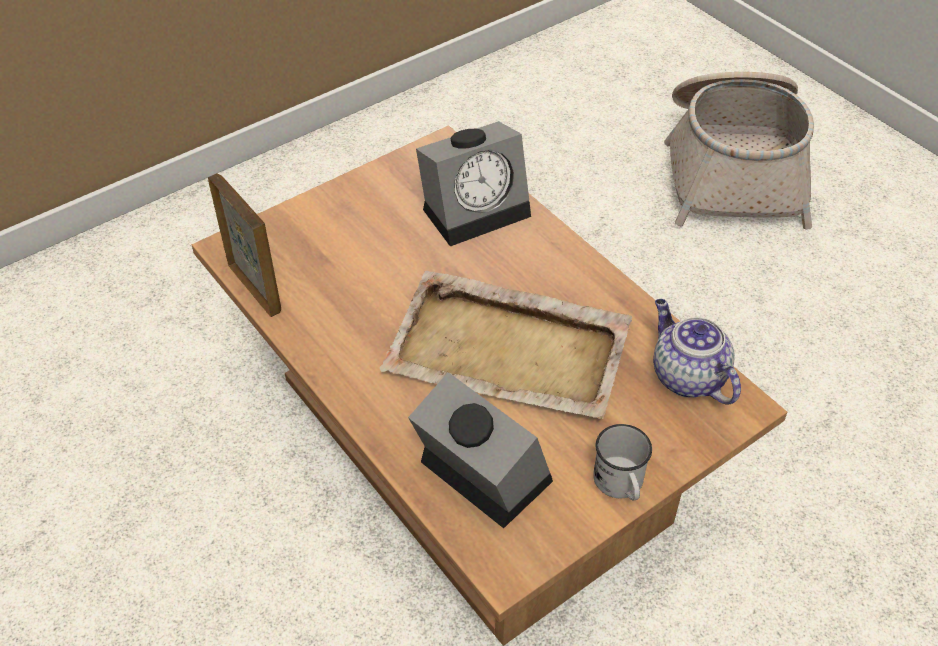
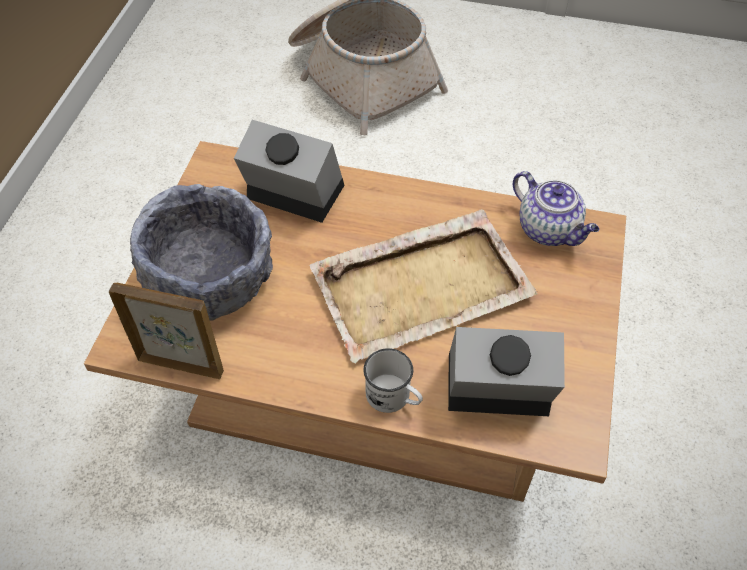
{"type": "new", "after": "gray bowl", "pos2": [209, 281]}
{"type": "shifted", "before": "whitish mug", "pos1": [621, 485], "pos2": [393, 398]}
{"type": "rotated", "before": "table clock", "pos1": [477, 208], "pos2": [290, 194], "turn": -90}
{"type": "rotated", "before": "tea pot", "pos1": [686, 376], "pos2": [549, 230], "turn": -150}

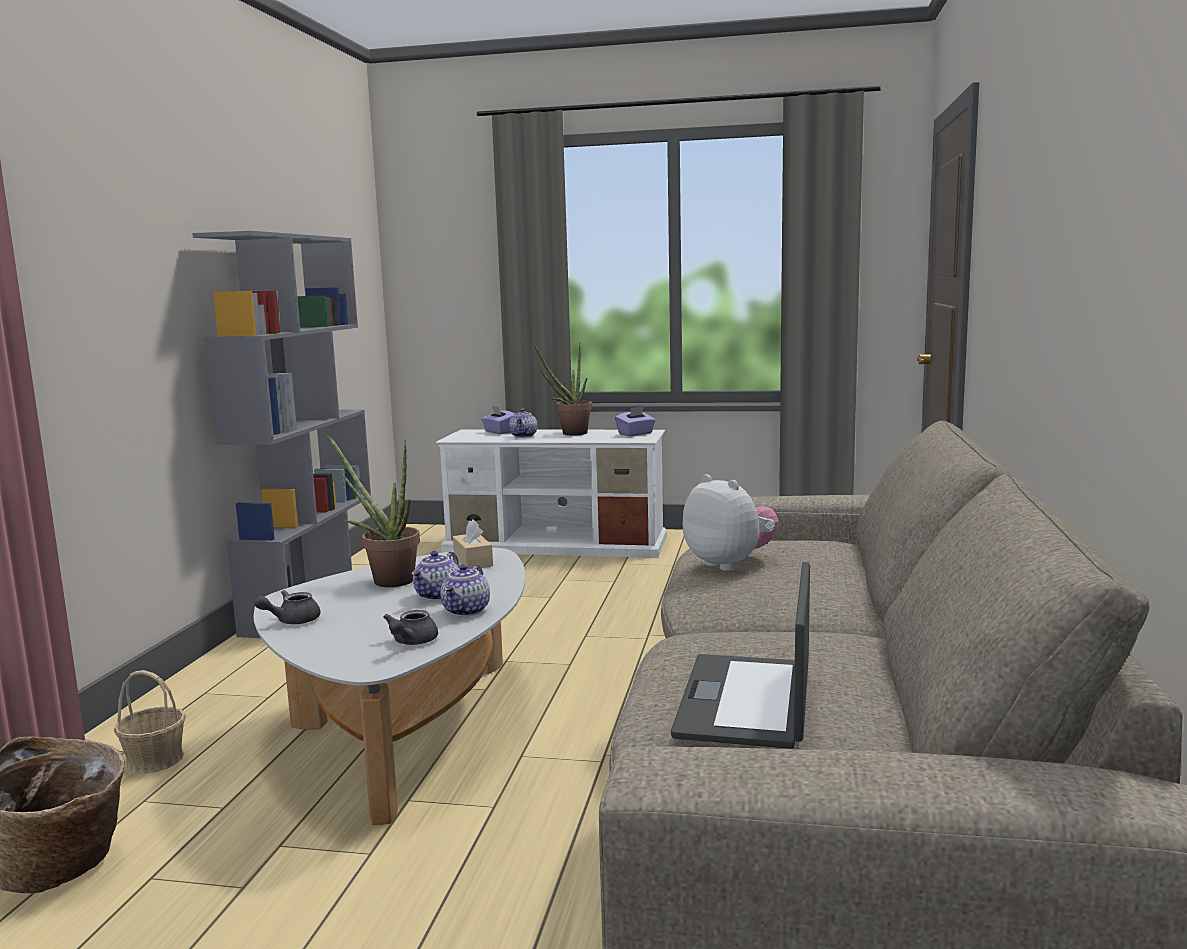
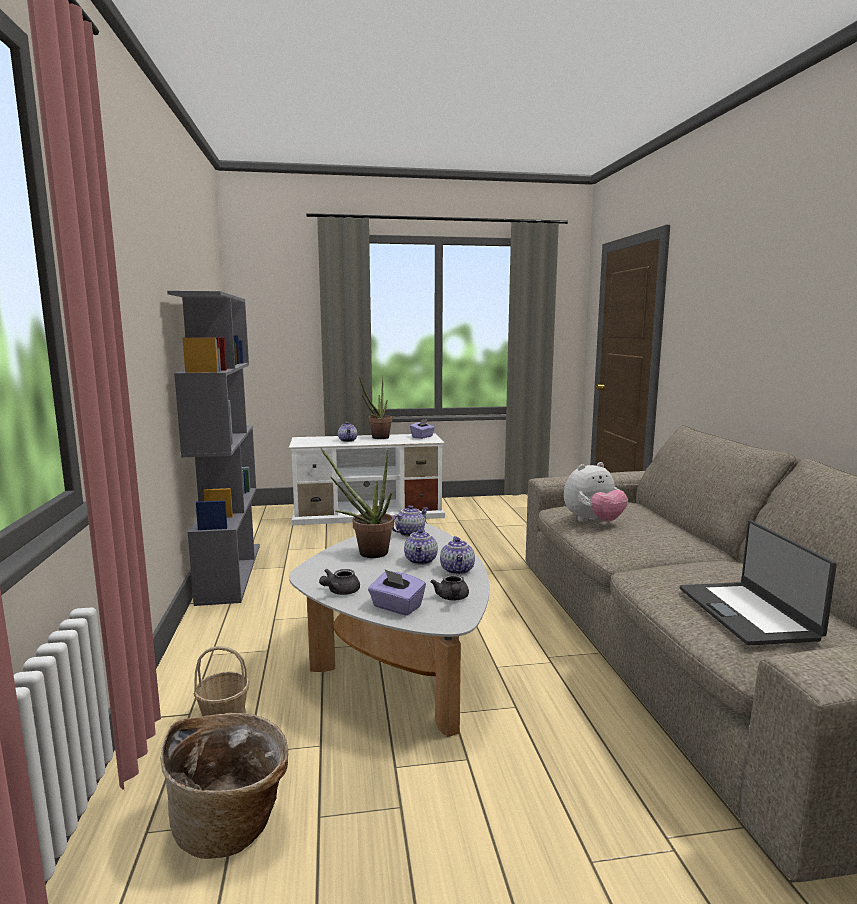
{"type": "shifted", "before": "purple-coloured tissue box", "pos1": [499, 432], "pos2": [396, 607]}
{"type": "swapped", "before": "sand-coloured tissue box", "after": "tea pot", "pos1": [473, 561], "pos2": [410, 533]}
{"type": "rotated", "before": "soft toy", "pos1": [729, 564], "pos2": [593, 522], "turn": 120}

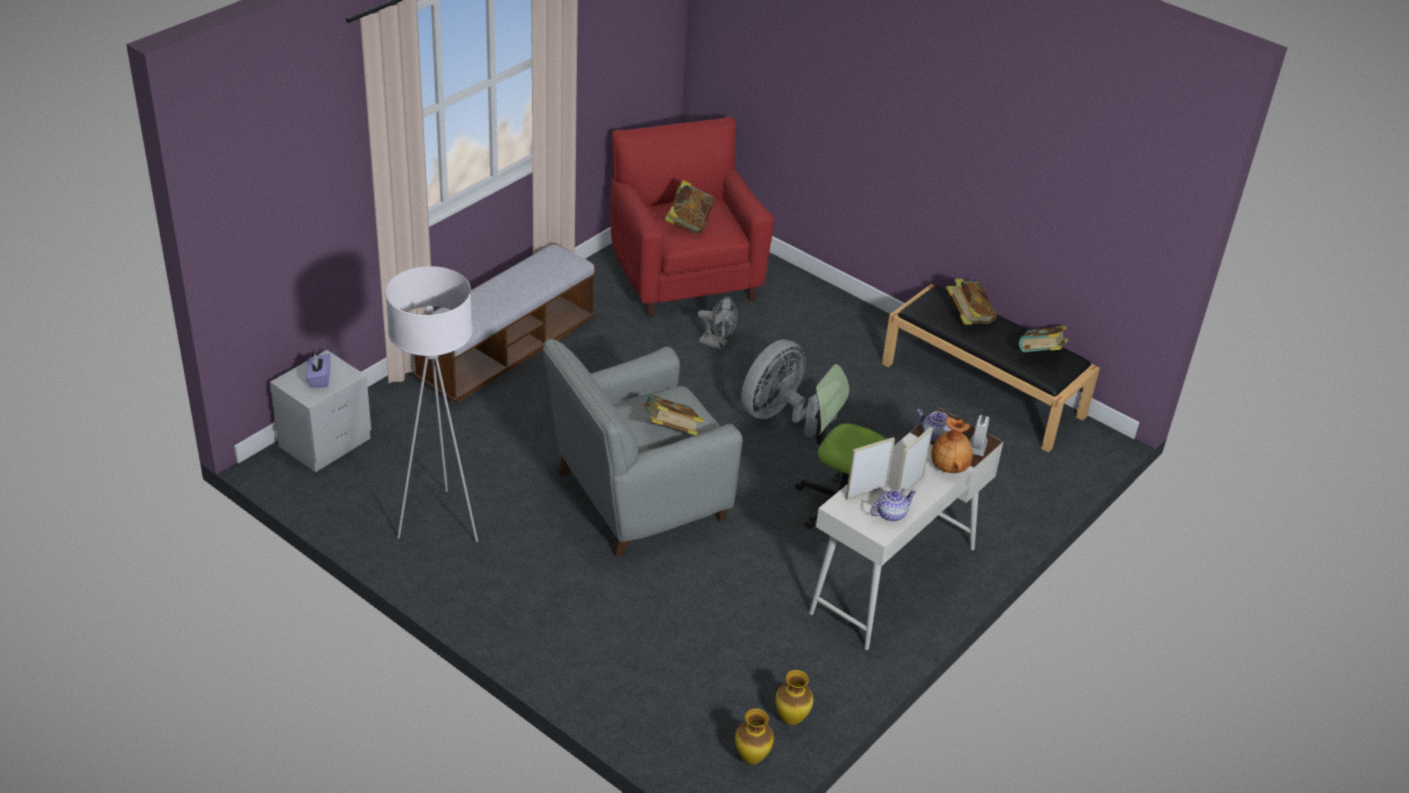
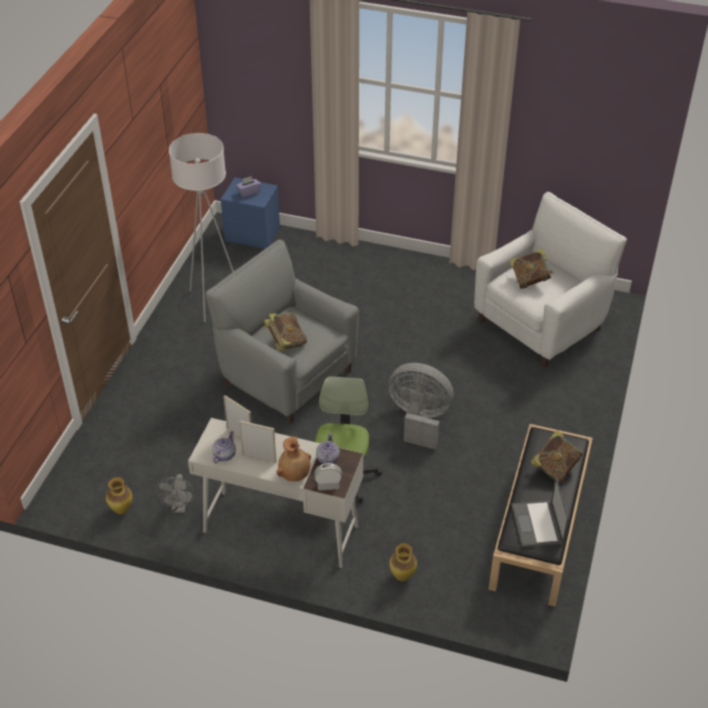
{"type": "gone", "before": "indoor bench", "pos1": [507, 351]}
{"type": "shifted", "before": "gray cooling fan", "pos1": [717, 344], "pos2": [179, 507]}
{"type": "shifted", "before": "vase", "pos1": [751, 758], "pos2": [402, 576]}
{"type": "swapped", "before": "book", "after": "portable computer", "pos1": [1040, 356], "pos2": [537, 525]}
{"type": "repainted", "before": "gray bedside table", "after": "blue bedside table", "pos1": [325, 443], "pos2": [252, 234]}
{"type": "repainted", "before": "red-coloured easy chair", "after": "whitish easy chair", "pos1": [684, 276], "pos2": [541, 324]}
{"type": "rotated", "before": "tea pot", "pos1": [890, 514], "pos2": [224, 455], "turn": -105}

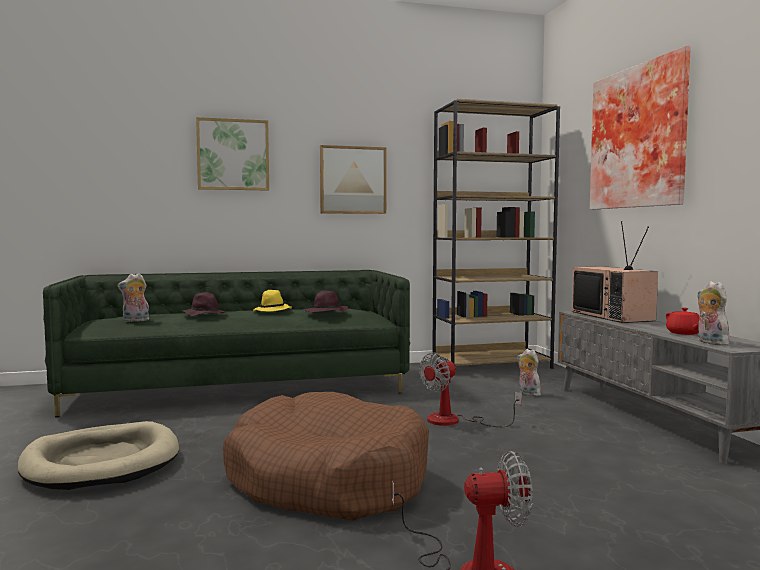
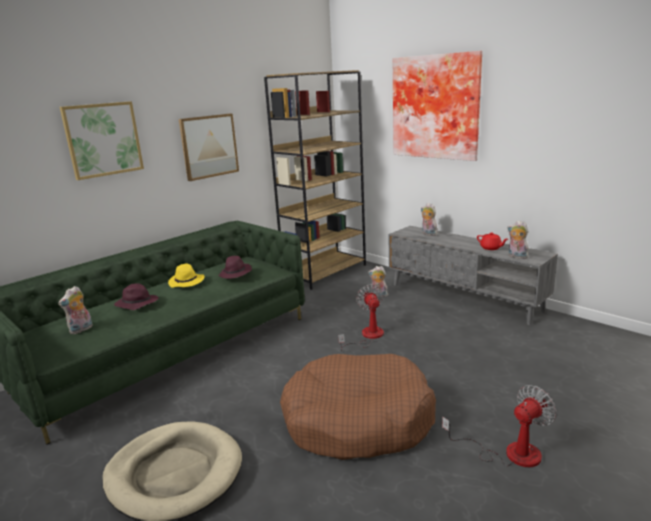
{"type": "swapped", "before": "TV set", "after": "soft toy", "pos1": [614, 316], "pos2": [428, 234]}
{"type": "rotated", "before": "cooling fan", "pos1": [455, 421], "pos2": [367, 336], "turn": 150}

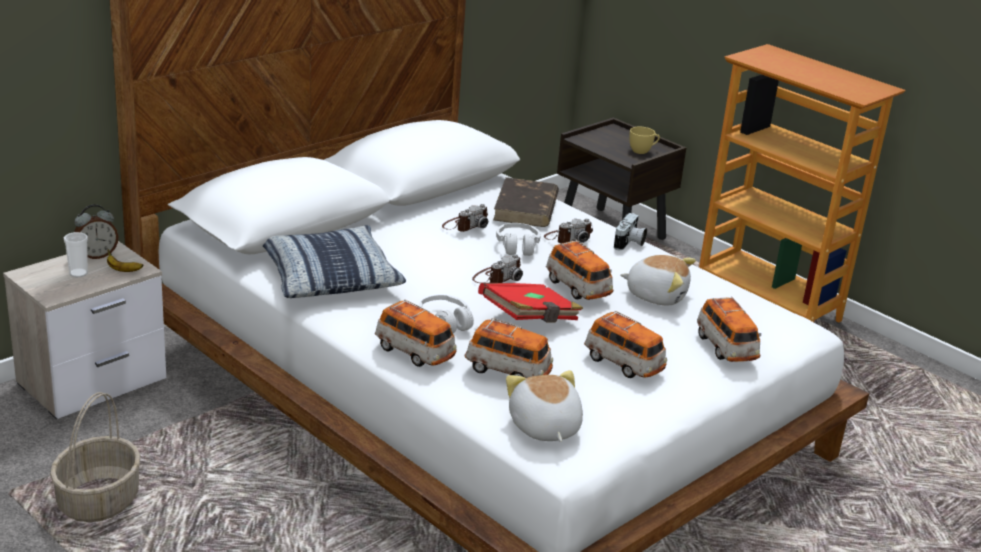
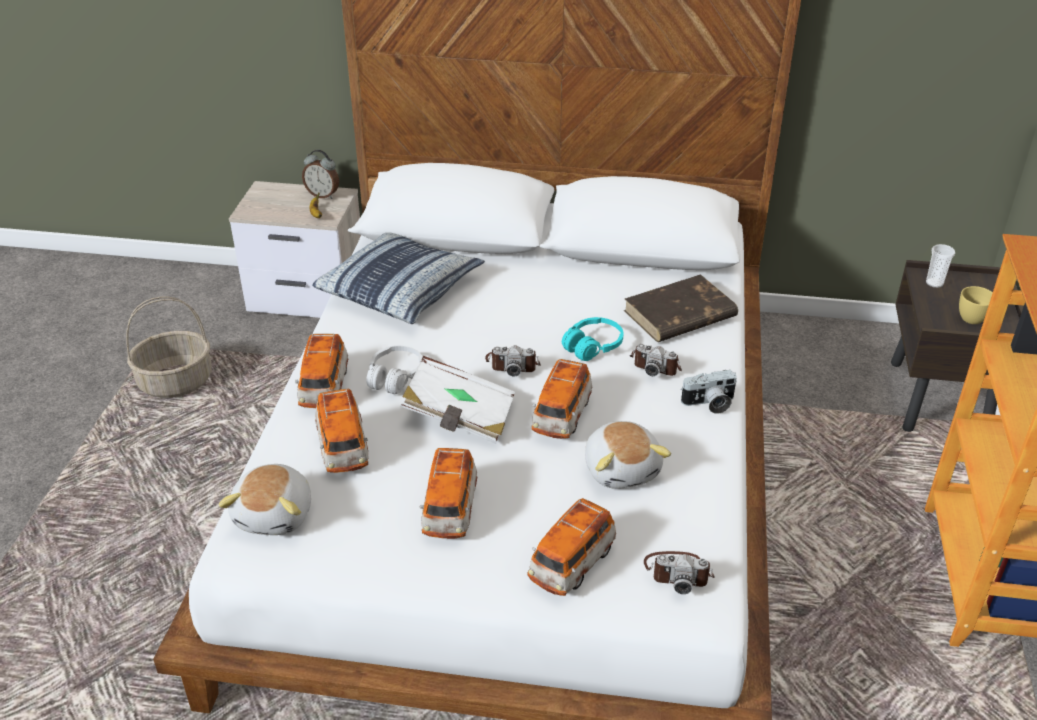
{"type": "shifted", "before": "drinking cup", "pos1": [78, 273], "pos2": [934, 283]}
{"type": "shifted", "before": "photo camera", "pos1": [465, 225], "pos2": [678, 572]}
{"type": "repainted", "before": "red-coloured book", "after": "whitish book", "pos1": [530, 319], "pos2": [459, 417]}
{"type": "repainted", "before": "whitish headphones", "after": "turquoise headphones", "pos1": [517, 246], "pos2": [593, 346]}
{"type": "rotated", "before": "soft toy", "pos1": [544, 427], "pos2": [276, 514], "turn": 150}

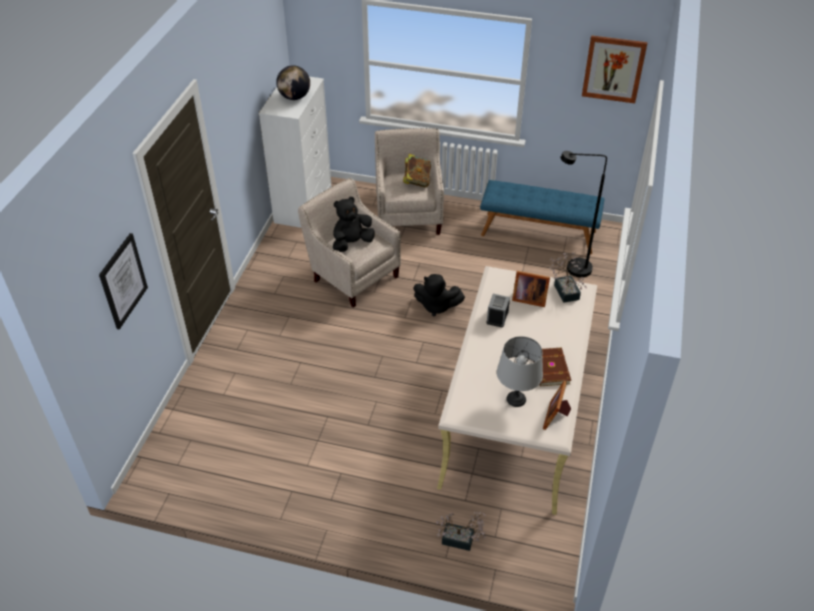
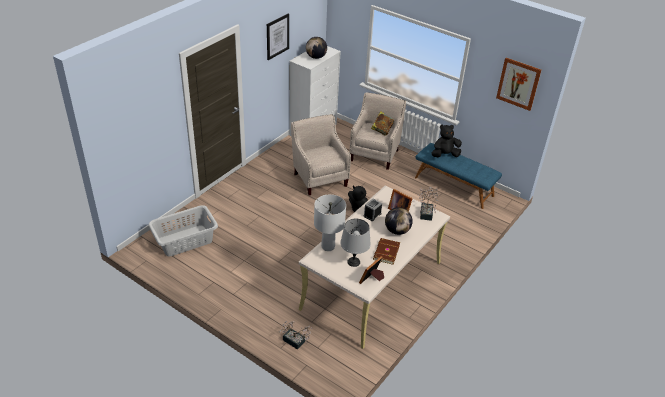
{"type": "gone", "before": "black standing lamp", "pos1": [571, 269]}
{"type": "new", "after": "gray laundry basket", "pos2": [184, 240]}
{"type": "new", "after": "whitish table lamp", "pos2": [327, 247]}
{"type": "new", "after": "globe", "pos2": [397, 231]}
{"type": "shifted", "before": "picture", "pos1": [123, 281], "pos2": [277, 36]}
{"type": "shifted", "before": "black soft toy", "pos1": [352, 243], "pos2": [444, 155]}

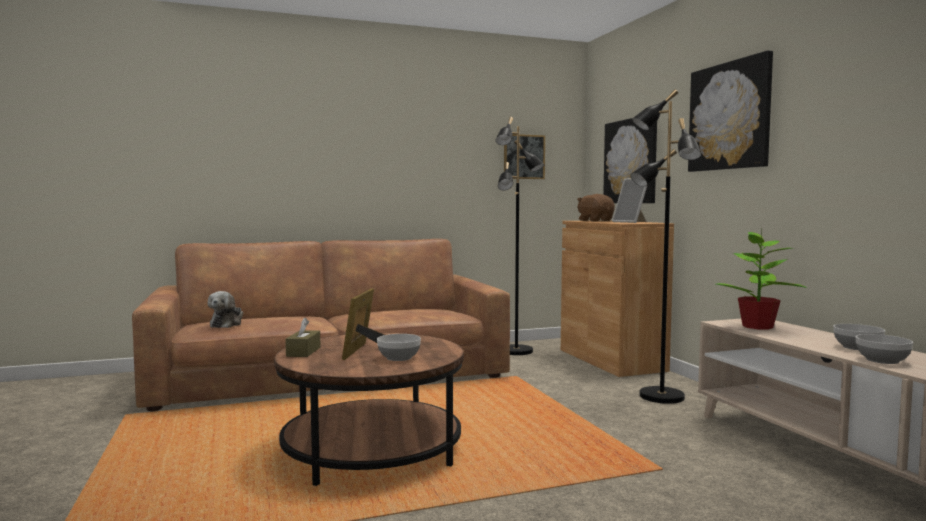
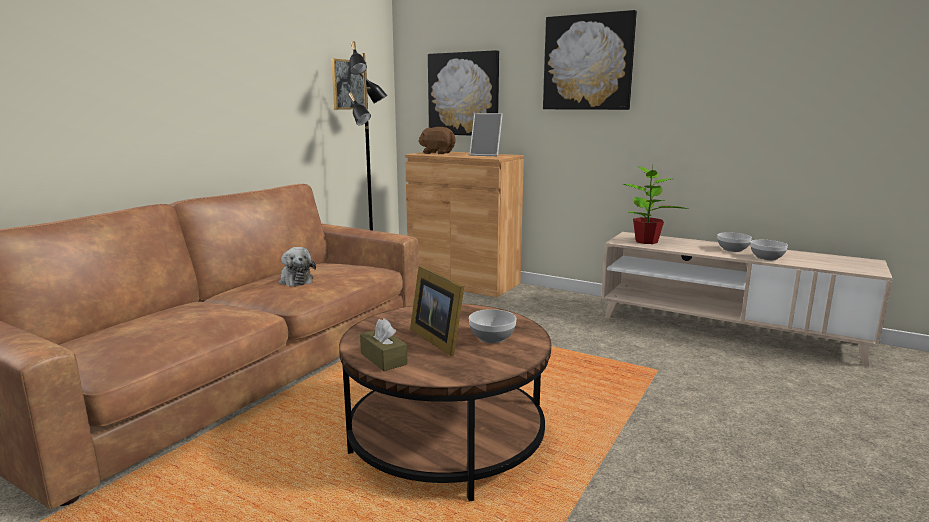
{"type": "gone", "before": "black standing lamp", "pos1": [660, 397]}
{"type": "shifted", "before": "soft toy", "pos1": [227, 324], "pos2": [295, 280]}

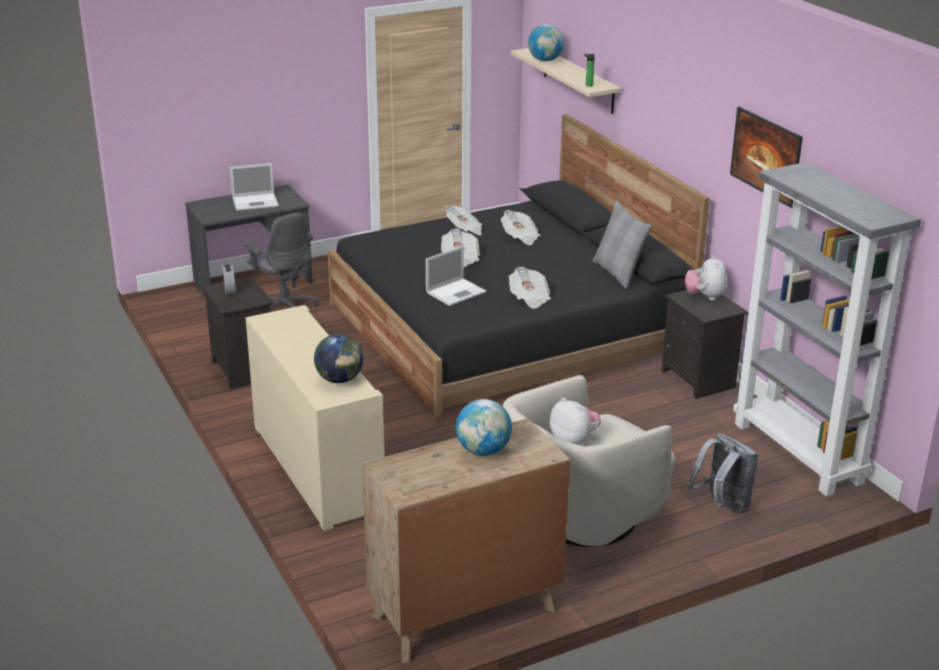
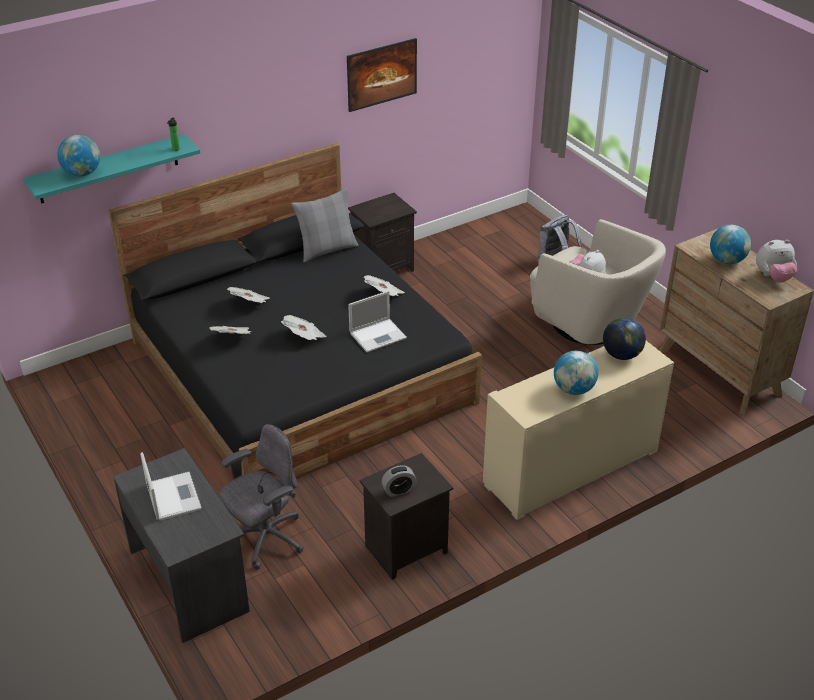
{"type": "gone", "before": "gray bookcase", "pos1": [799, 453]}
{"type": "new", "after": "globe", "pos2": [574, 389]}
{"type": "shifted", "before": "soft toy", "pos1": [705, 297], "pos2": [773, 277]}
{"type": "repainted", "before": "sand-coloured shelf", "after": "turquoise shelf", "pos1": [578, 80], "pos2": [108, 169]}
{"type": "rotated", "before": "portable computer", "pos1": [456, 292], "pos2": [378, 335], "turn": 105}

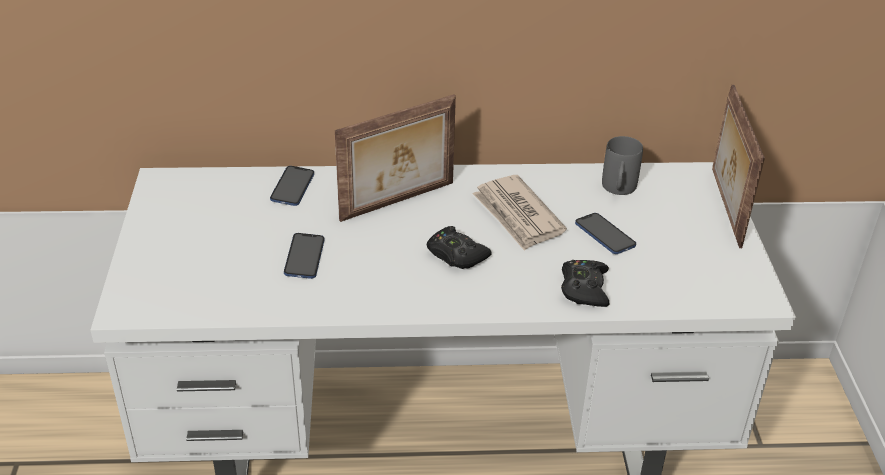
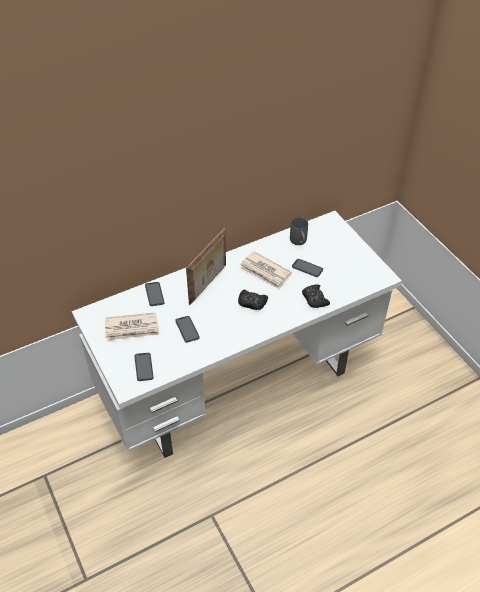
{"type": "gone", "before": "photo frame", "pos1": [724, 207]}
{"type": "new", "after": "newspaper", "pos2": [132, 328]}
{"type": "new", "after": "telephone", "pos2": [144, 367]}

